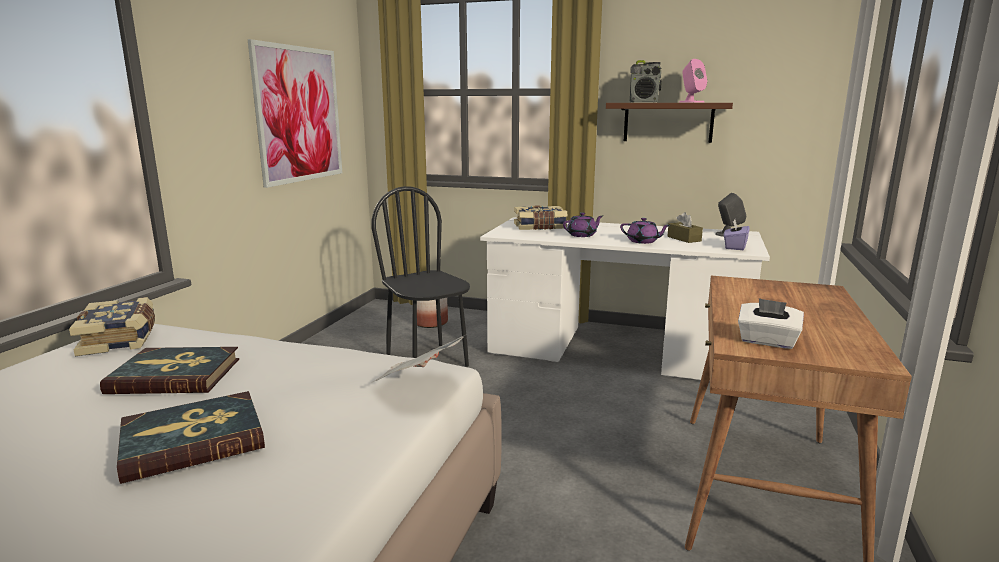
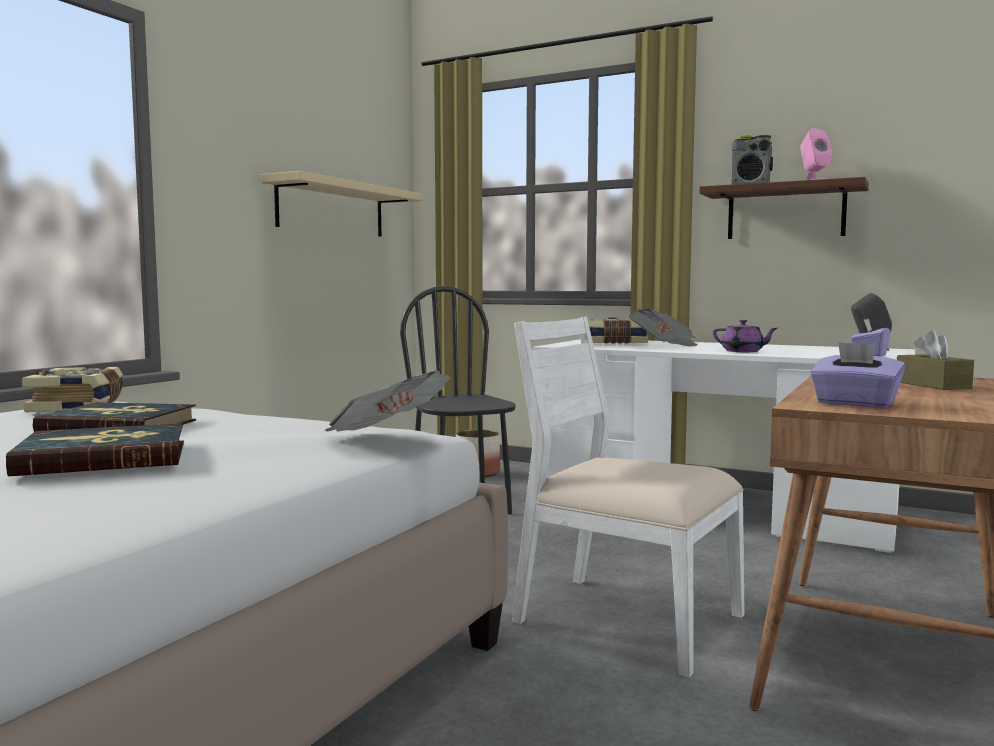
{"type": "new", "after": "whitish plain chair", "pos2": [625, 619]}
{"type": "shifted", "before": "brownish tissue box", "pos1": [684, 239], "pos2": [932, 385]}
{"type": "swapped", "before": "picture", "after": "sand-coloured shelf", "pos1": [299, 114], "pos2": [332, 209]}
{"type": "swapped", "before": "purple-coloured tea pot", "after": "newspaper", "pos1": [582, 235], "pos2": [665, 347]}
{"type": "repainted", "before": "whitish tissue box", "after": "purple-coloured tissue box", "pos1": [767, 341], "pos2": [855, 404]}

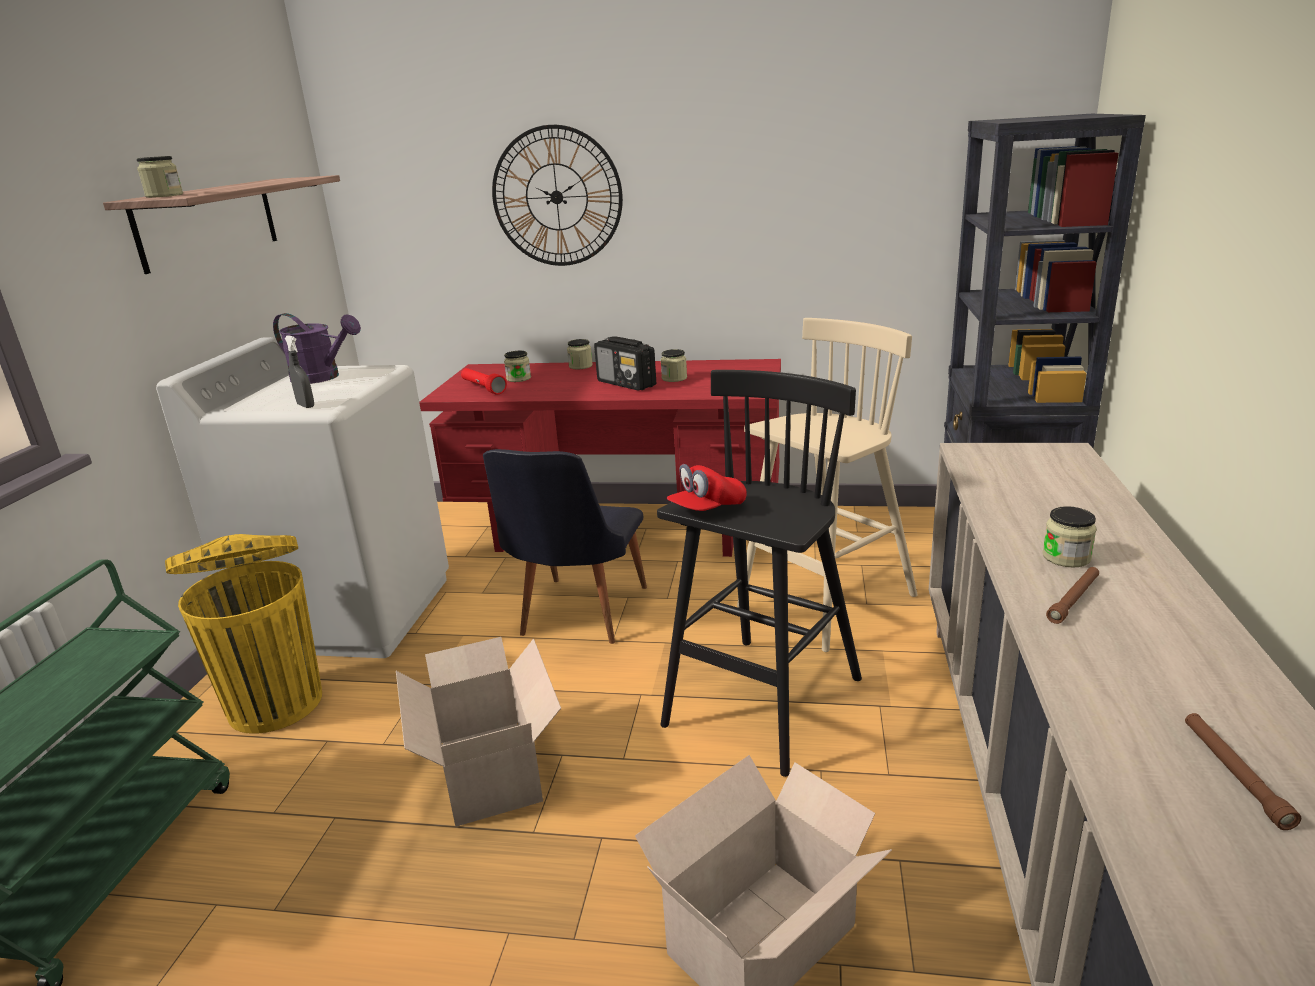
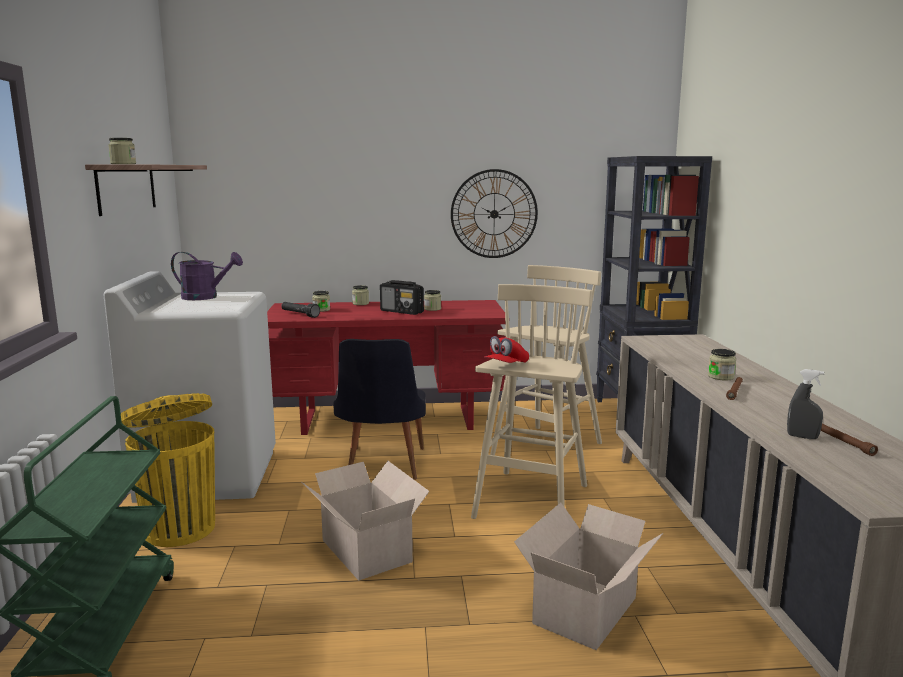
{"type": "shifted", "before": "gray hand sprayer", "pos1": [306, 406], "pos2": [802, 437]}
{"type": "shifted", "before": "hanging clock", "pos1": [557, 197], "pos2": [494, 214]}
{"type": "repainted", "before": "red-coloured flashlight", "after": "black flashlight", "pos1": [483, 388], "pos2": [299, 314]}
{"type": "repainted", "before": "black stool seat", "after": "sand-coloured stool seat", "pos1": [761, 704], "pos2": [531, 503]}

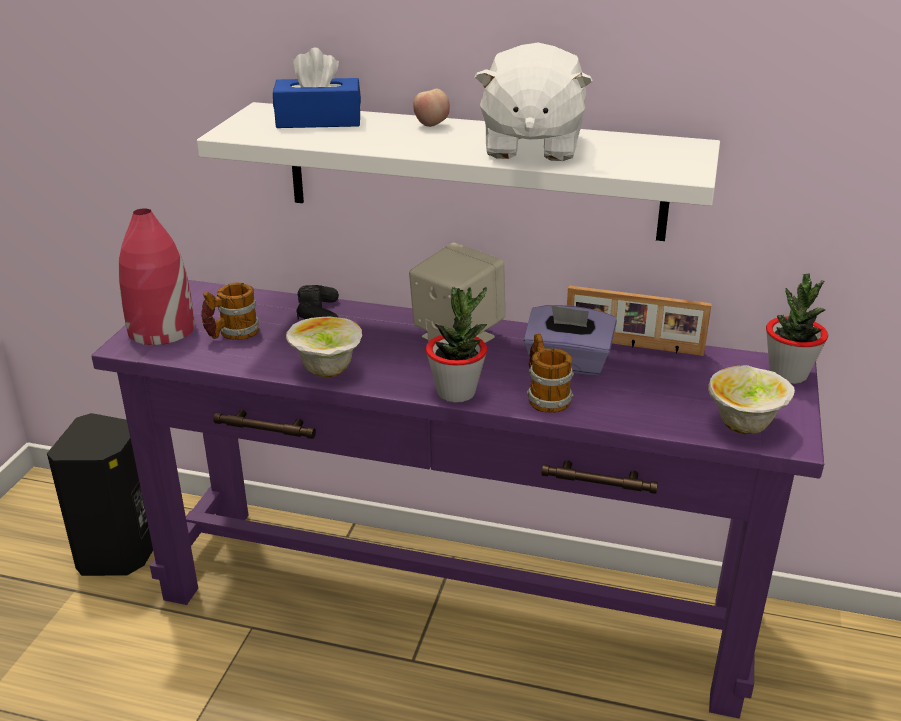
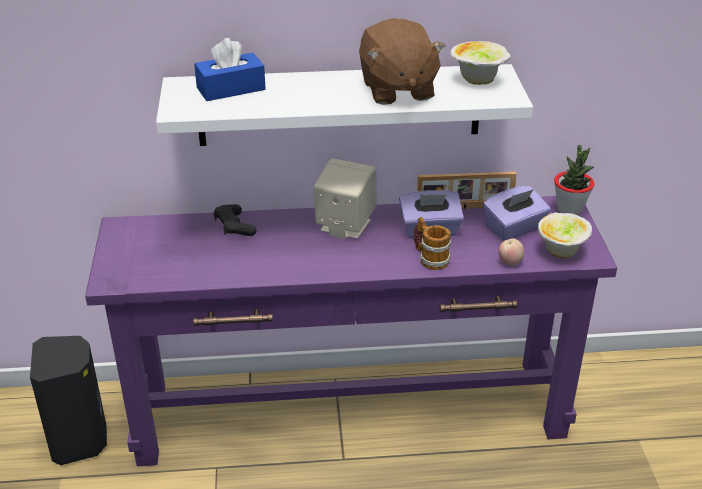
{"type": "gone", "before": "red-coloured vase", "pos1": [161, 329]}
{"type": "gone", "before": "mug", "pos1": [232, 334]}
{"type": "gone", "before": "houseplant", "pos1": [456, 392]}
{"type": "new", "after": "purple-coloured tissue box", "pos2": [514, 228]}
{"type": "shifted", "before": "bowl", "pos1": [326, 371], "pos2": [478, 81]}
{"type": "shifted", "before": "whole apple", "pos1": [432, 125], "pos2": [510, 262]}
{"type": "repainted", "before": "whitish soft toy", "after": "brownish soft toy", "pos1": [530, 146], "pos2": [396, 90]}

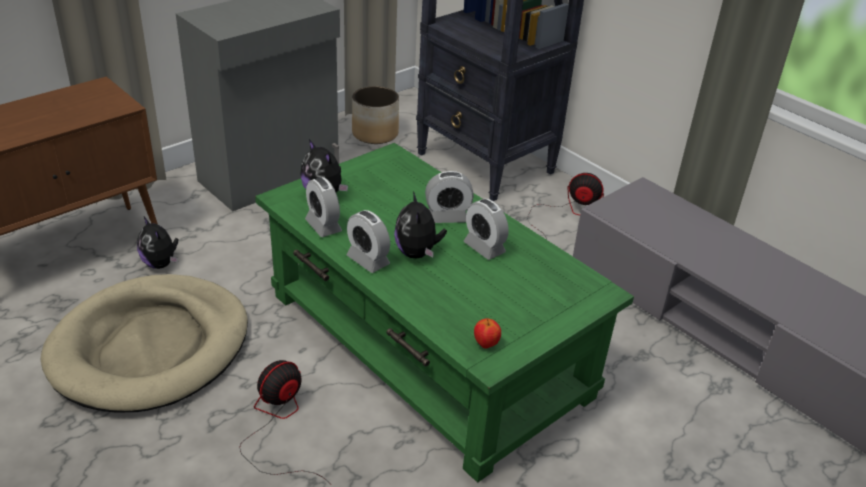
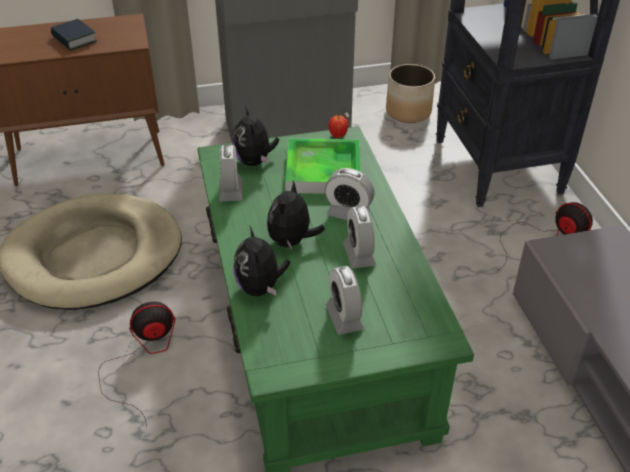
{"type": "new", "after": "book", "pos2": [74, 39]}
{"type": "new", "after": "serving tray", "pos2": [323, 171]}
{"type": "shifted", "before": "soft toy", "pos1": [161, 264], "pos2": [260, 287]}
{"type": "shifted", "before": "table clock", "pos1": [368, 260], "pos2": [344, 317]}
{"type": "shifted", "before": "whole apple", "pos1": [486, 344], "pos2": [338, 136]}

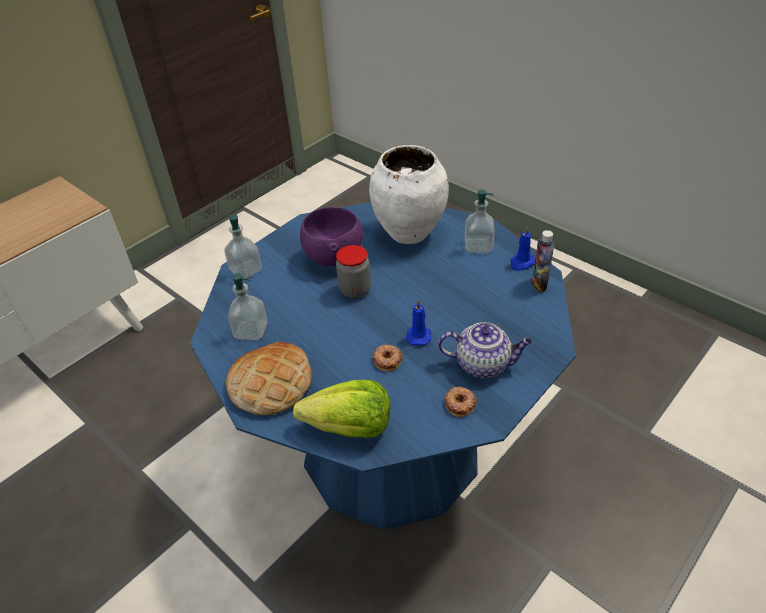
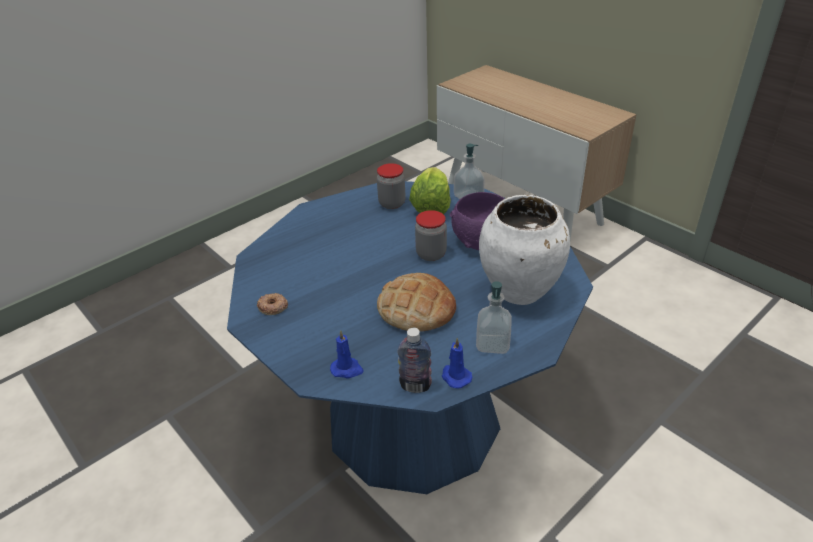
{"type": "gone", "before": "doughnut", "pos1": [387, 360]}
{"type": "gone", "before": "tea pot", "pos1": [483, 364]}
{"type": "shifted", "before": "bread", "pos1": [271, 384], "pos2": [416, 308]}
{"type": "shifted", "before": "lettuce head", "pos1": [350, 428], "pos2": [431, 207]}
{"type": "shifted", "before": "blue wax light", "pos1": [418, 335], "pos2": [347, 369]}
{"type": "swapped", "before": "soap bottle", "after": "preserve jar", "pos1": [251, 331], "pos2": [392, 204]}

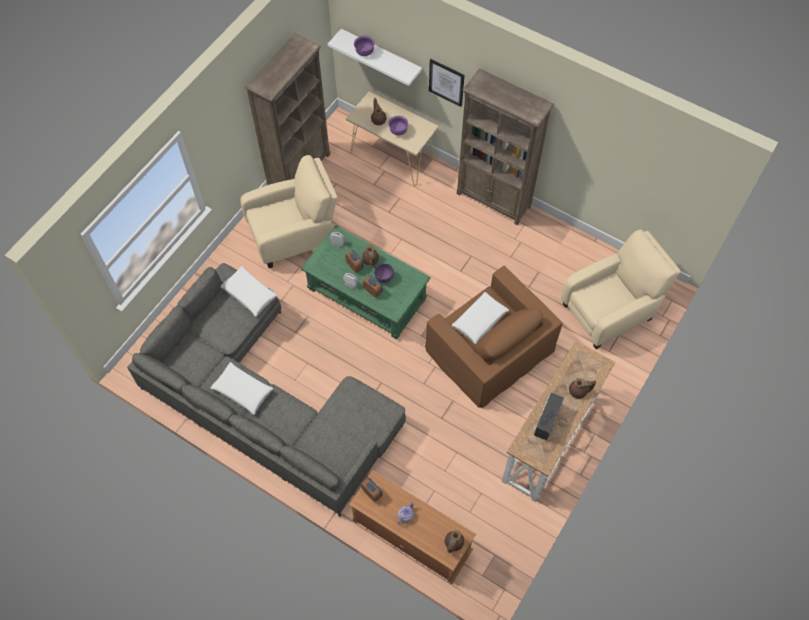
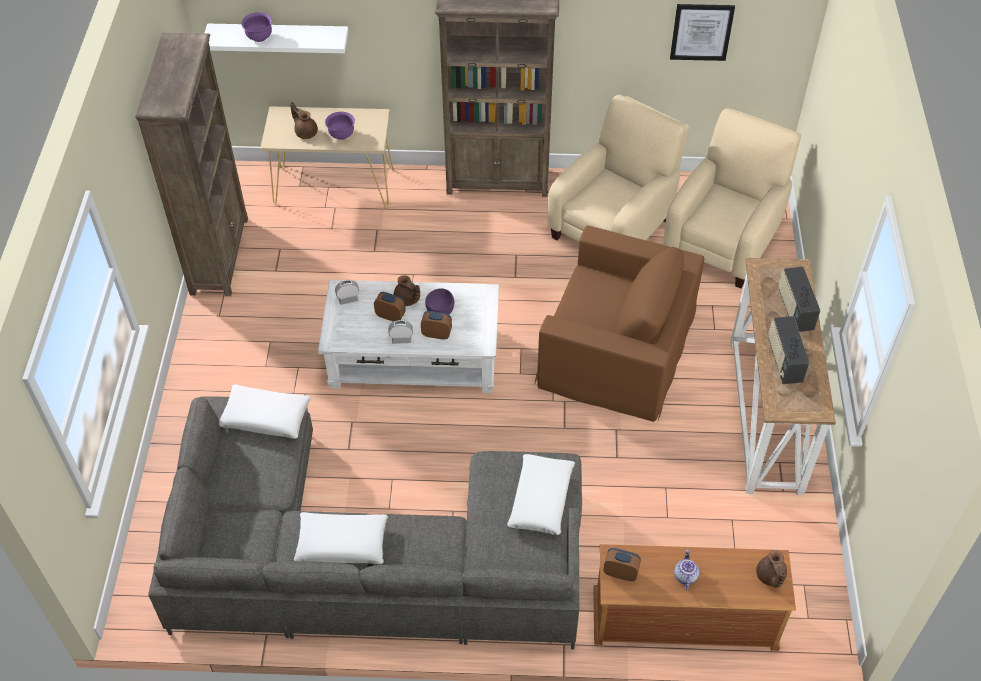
{"type": "shifted", "before": "sand-coloured easy chair", "pos1": [294, 235], "pos2": [614, 225]}
{"type": "shifted", "before": "picture", "pos1": [446, 82], "pos2": [701, 32]}
{"type": "shifted", "before": "whitish throw pillow", "pos1": [479, 321], "pos2": [541, 499]}
{"type": "swapped", "before": "brownish tea pot", "after": "radio set", "pos1": [579, 391], "pos2": [794, 310]}
{"type": "repainted", "before": "greenish coffee table", "after": "whitish coffee table", "pos1": [366, 294], "pos2": [413, 358]}

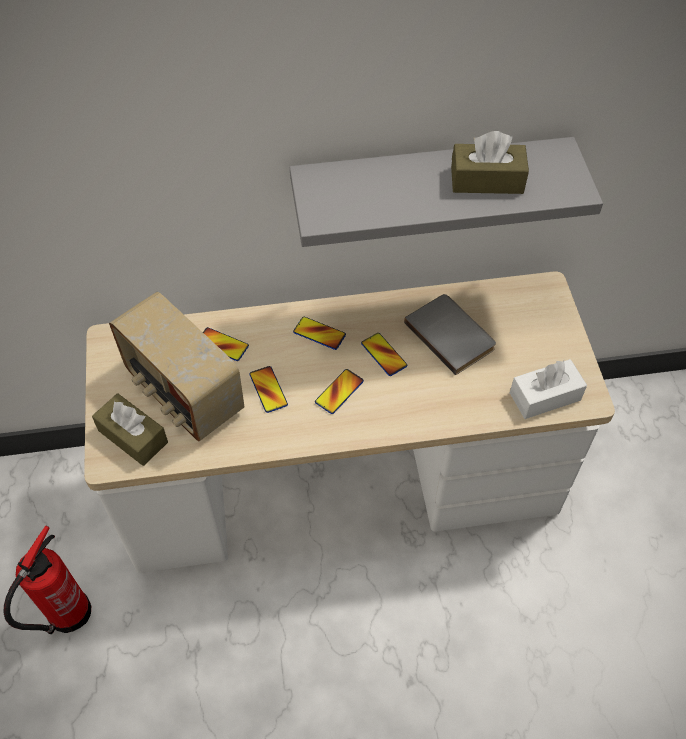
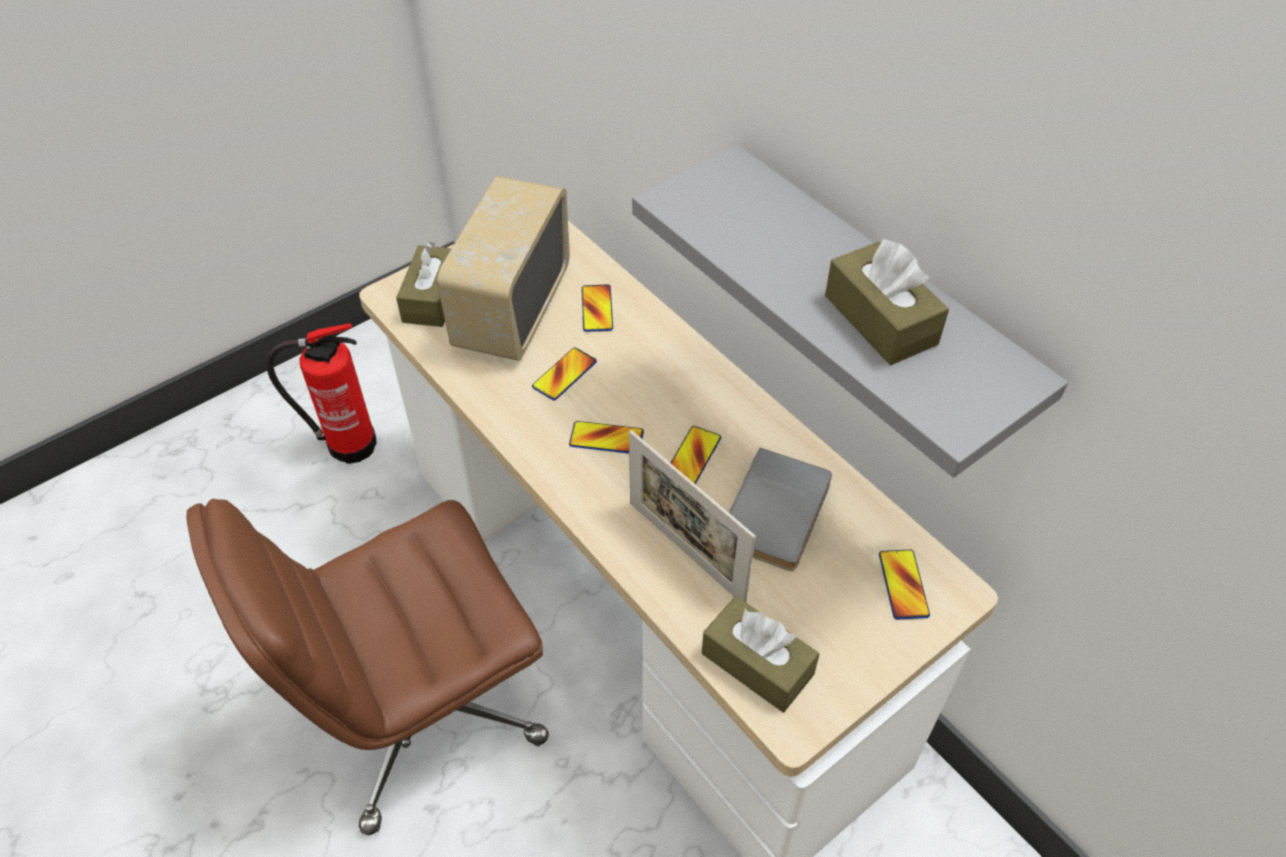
{"type": "new", "after": "brownish office chair", "pos2": [419, 710]}
{"type": "new", "after": "photo frame", "pos2": [686, 552]}
{"type": "shifted", "before": "telephone", "pos1": [319, 334], "pos2": [903, 585]}
{"type": "repainted", "before": "whitish tissue box", "after": "brownish tissue box", "pos1": [545, 396], "pos2": [757, 664]}

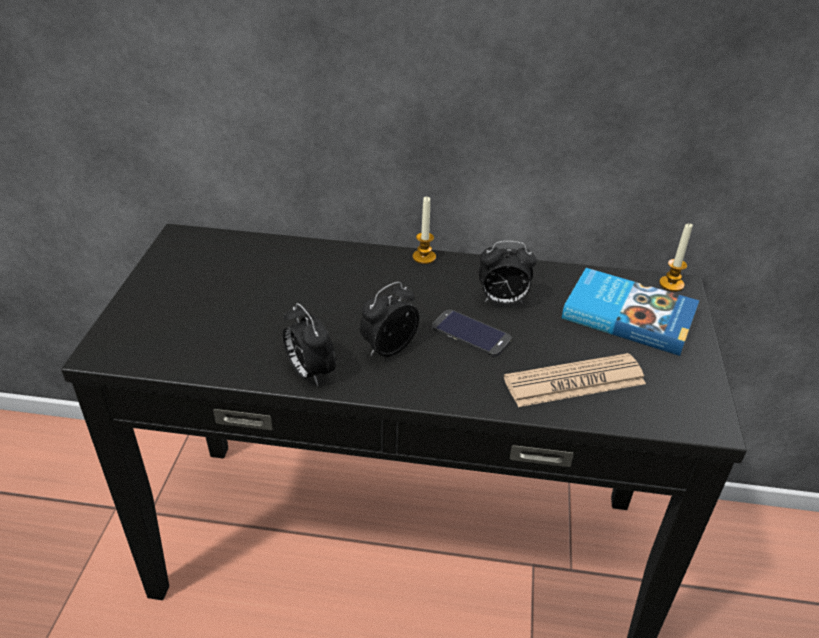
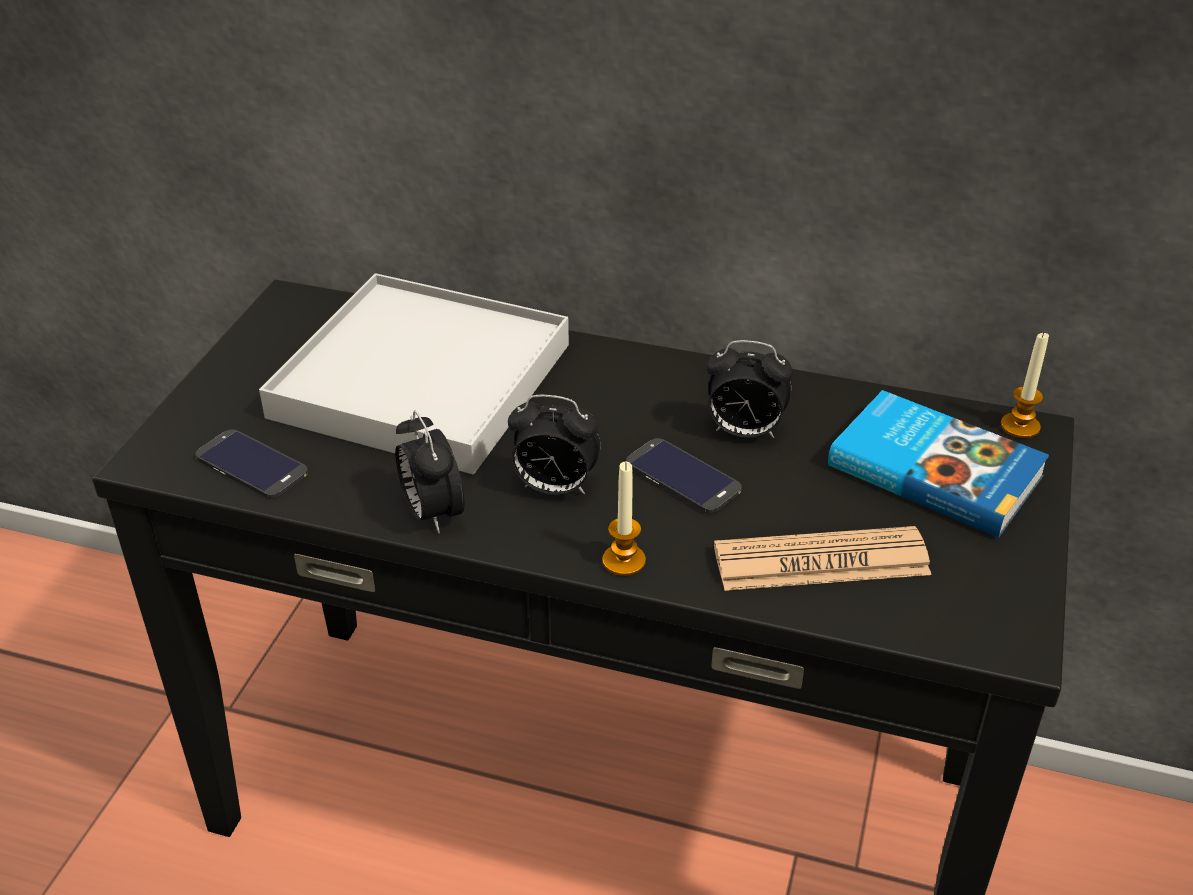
{"type": "new", "after": "telephone", "pos2": [251, 465]}
{"type": "new", "after": "whitish serving tray", "pos2": [423, 380]}
{"type": "shifted", "before": "wax light", "pos1": [424, 257], "pos2": [624, 561]}
{"type": "rotated", "before": "table clock", "pos1": [388, 348], "pos2": [554, 488], "turn": -135}

